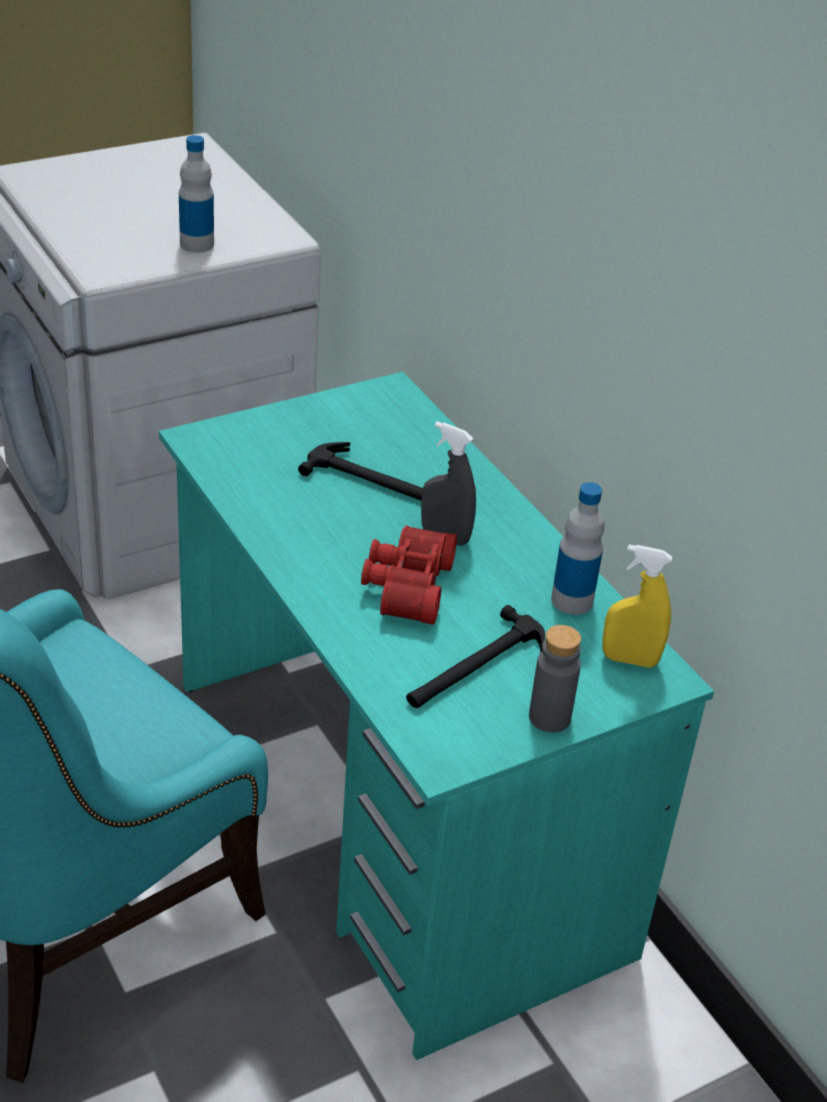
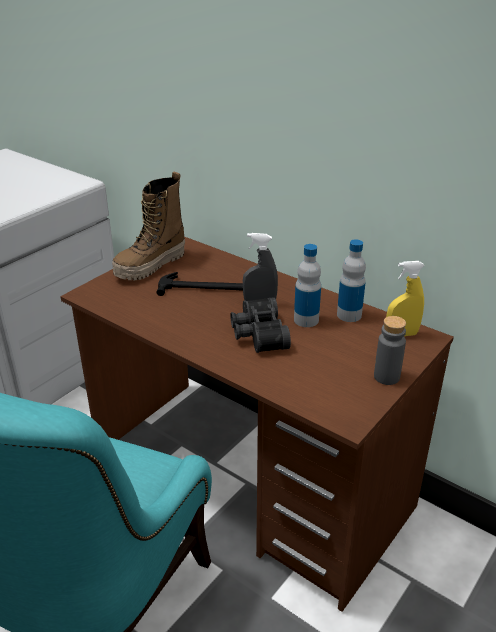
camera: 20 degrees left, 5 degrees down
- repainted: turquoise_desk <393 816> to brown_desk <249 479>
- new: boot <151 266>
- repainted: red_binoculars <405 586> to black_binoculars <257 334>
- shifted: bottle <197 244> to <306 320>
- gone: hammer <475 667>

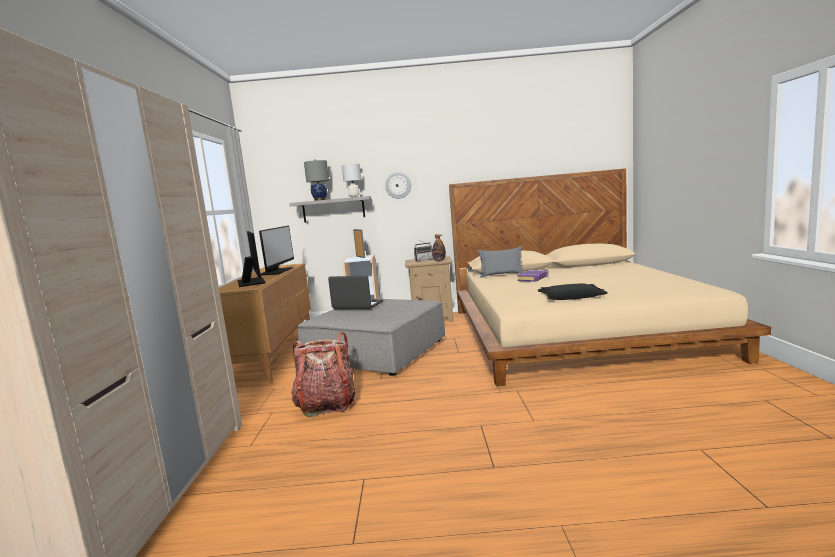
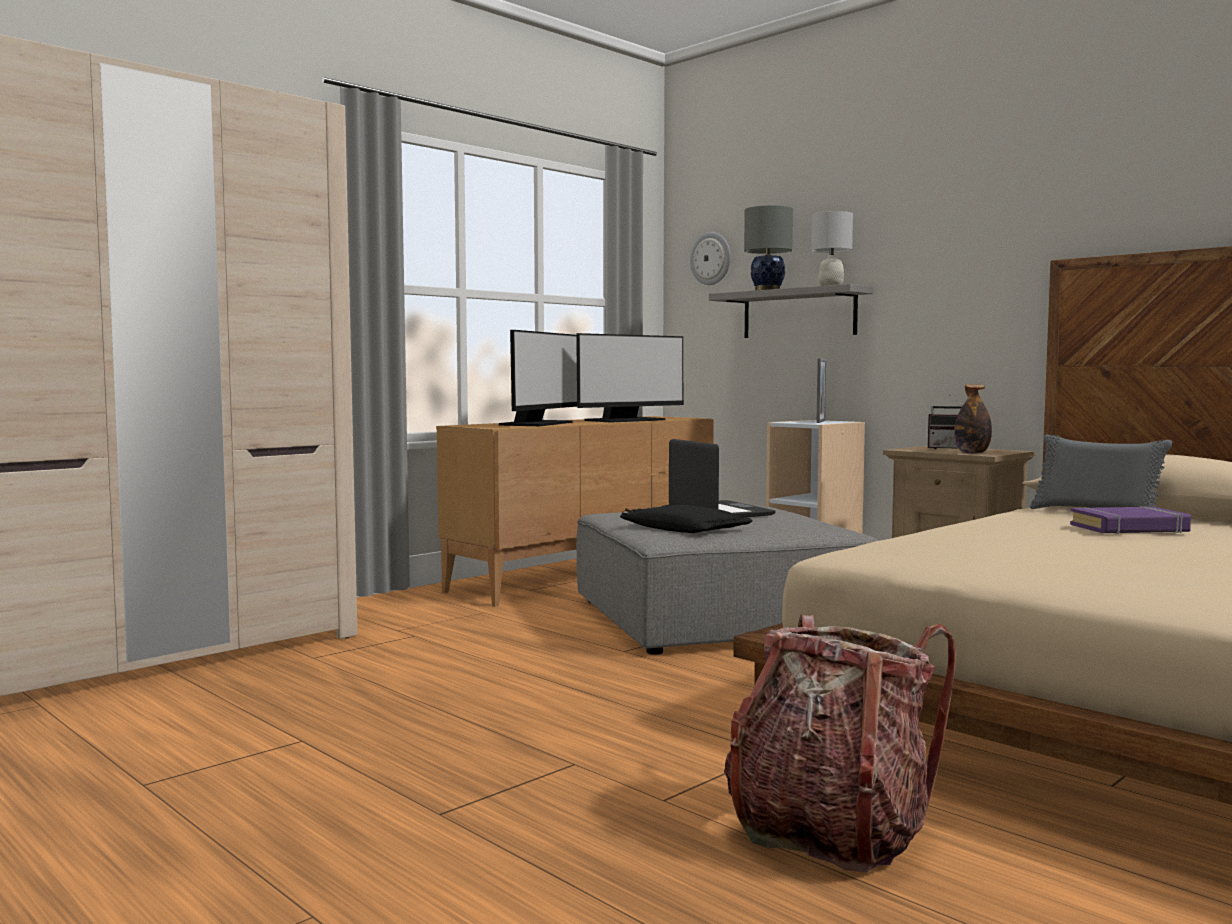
camera: 45 degrees right, 5 degrees down
- shifted: black_pillow <571 296> to <685 528>
- shifted: wall_clock <398 185> to <711 258>
- shifted: backpack <326 404> to <830 831>

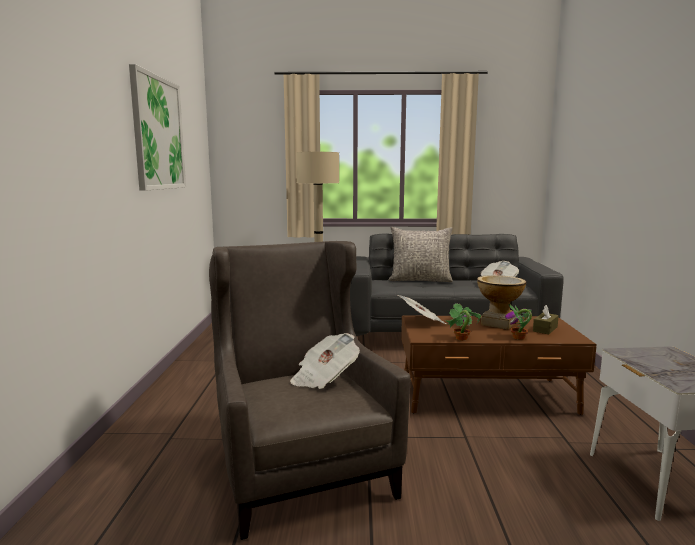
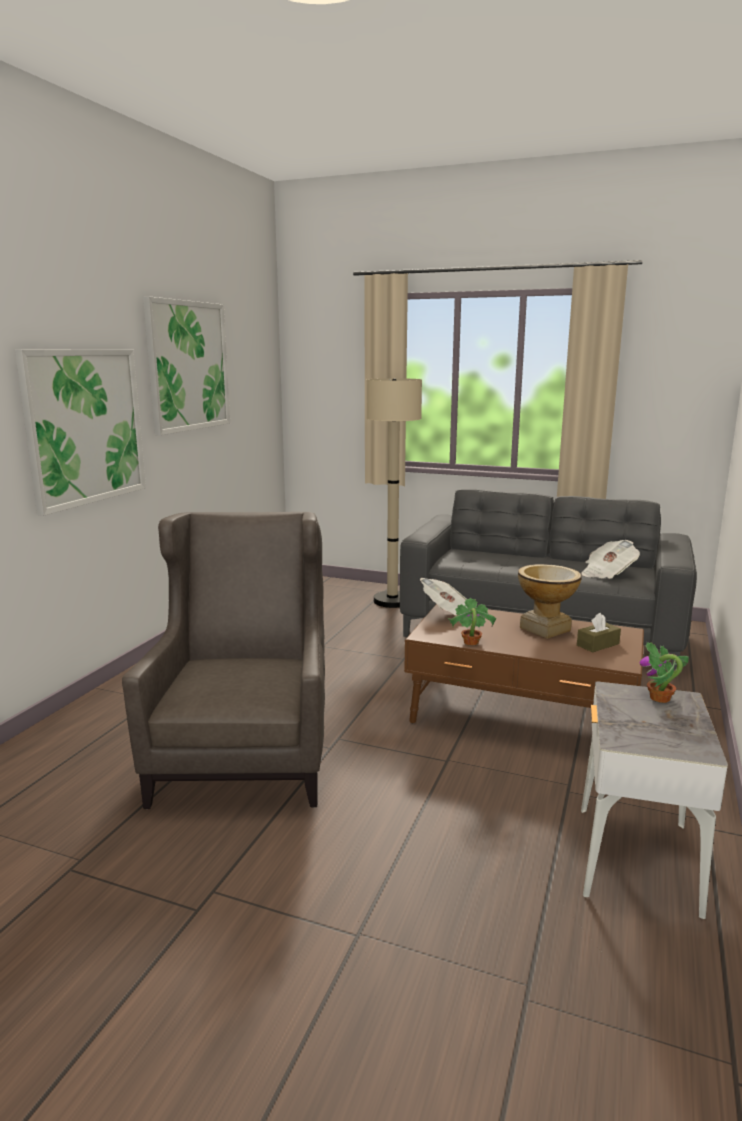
camera: 20 degrees right, 5 degrees up
- new: picture <85 427>
- shifted: potted_plant <518 338> to <660 698>
- gone: newspaper <324 378>
- gone: grey_pillow <420 280>

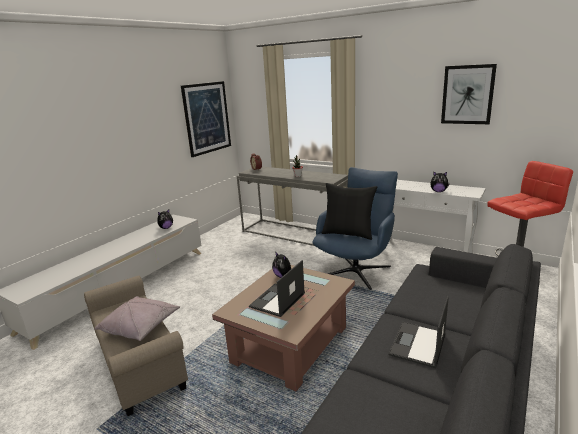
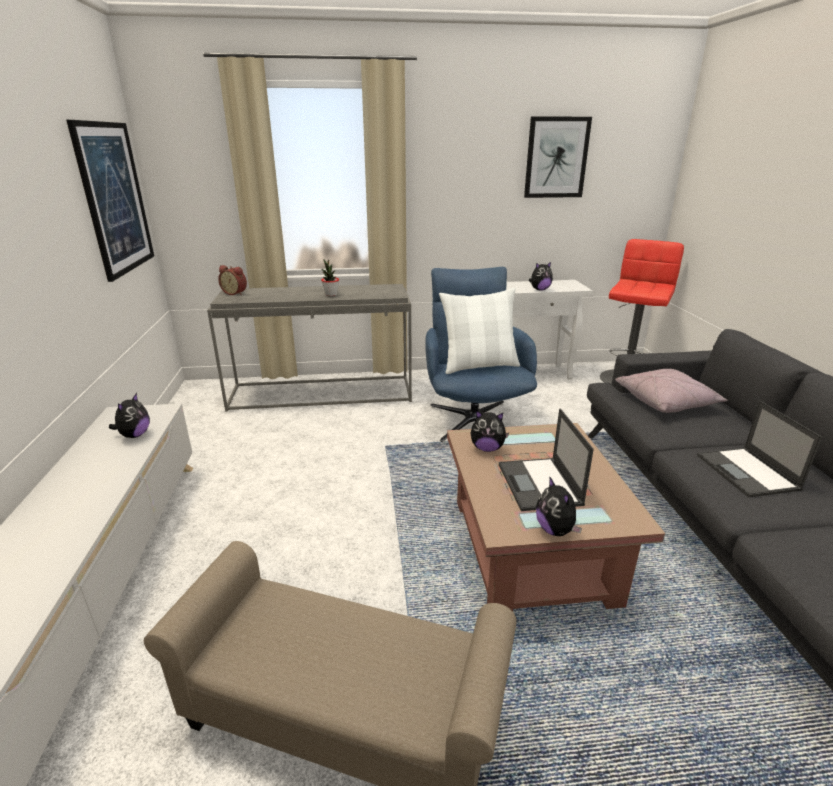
camera: 40 degrees left, 5 degrees up
- repainted: black_pillow <348 233> to white_pillow <479 365>
- new: plush_toy <555 530>
- shifted: purple_pillow <141 326> to <666 402>

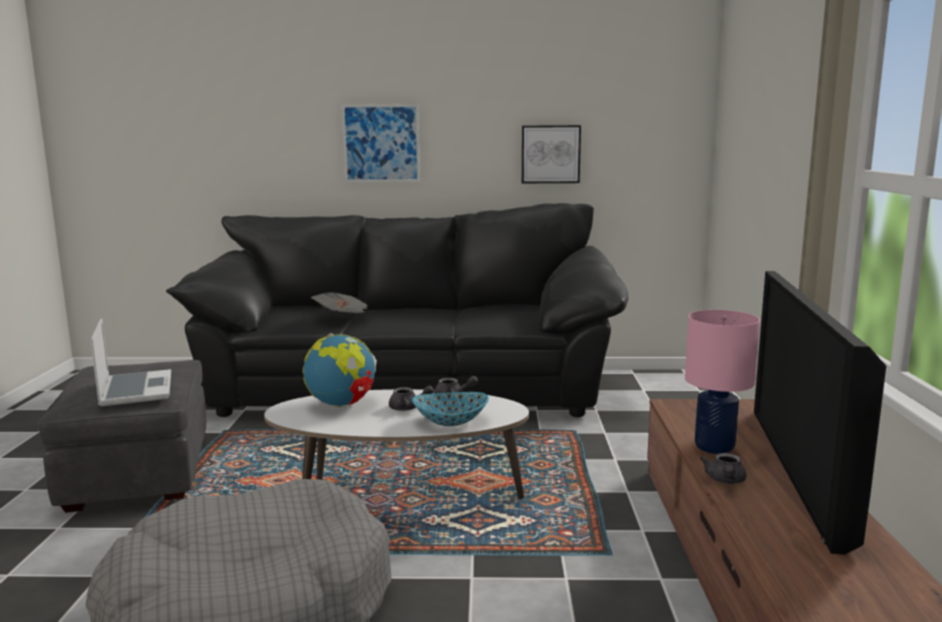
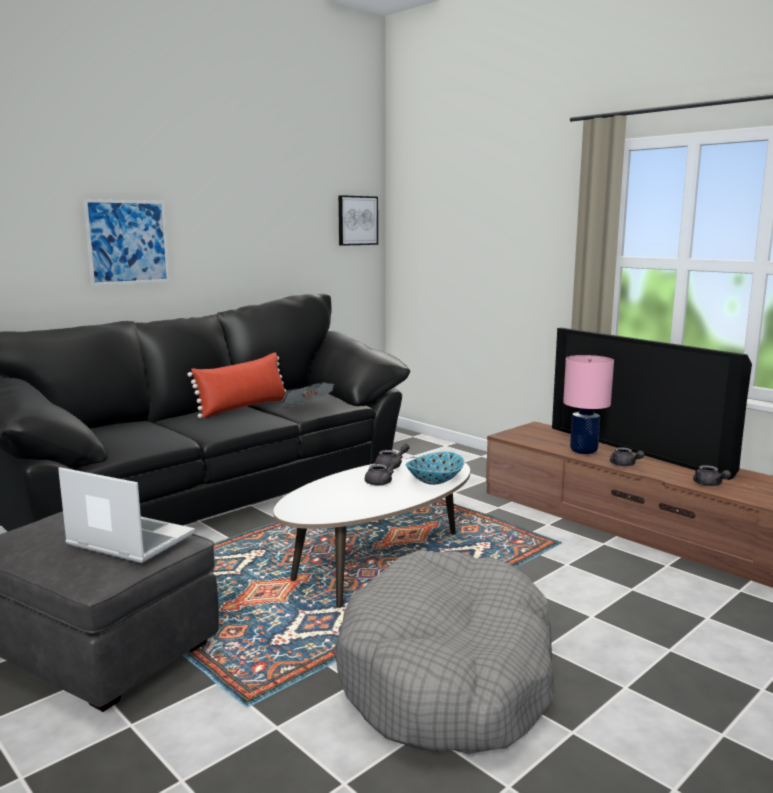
camera: 45 degrees left, 0 degrees up
- new: red_pillow <243 407>
- shifted: newspaper <343 319> to <307 408>
- shifted: picture <550 154> to <357 220>
- new: grey_teapot <709 484>
- gone: globe <342 405>

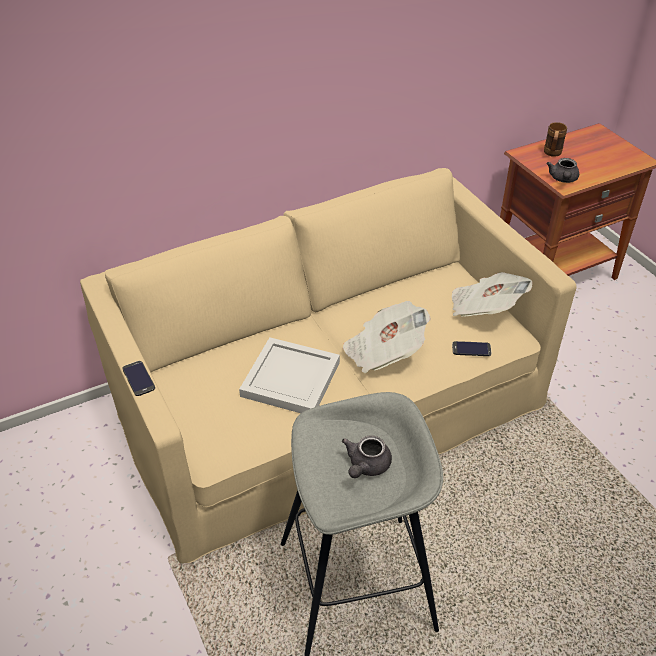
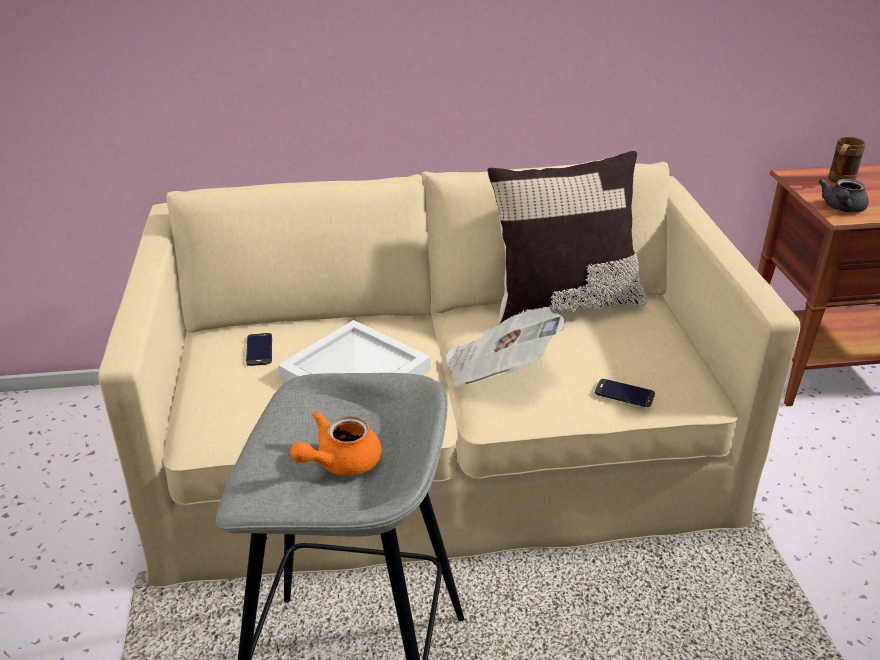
camera: 20 degrees right, 10 degrees down
- shifted: phone <138 378> to <259 350>
- repainted: grey_teapot <366 466> to orange_teapot <339 462>
- new: pillow <564 305>
- gone: newspaper <485 308>

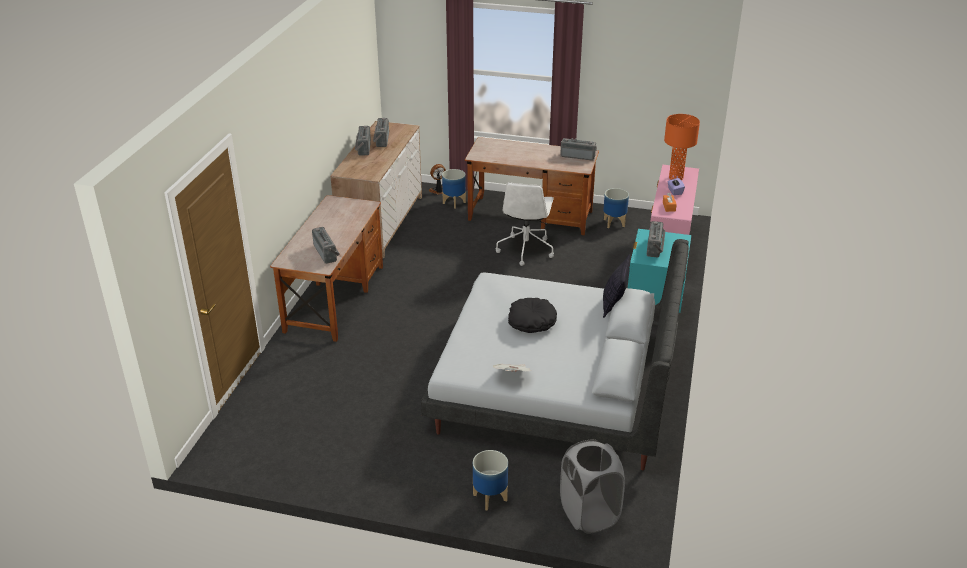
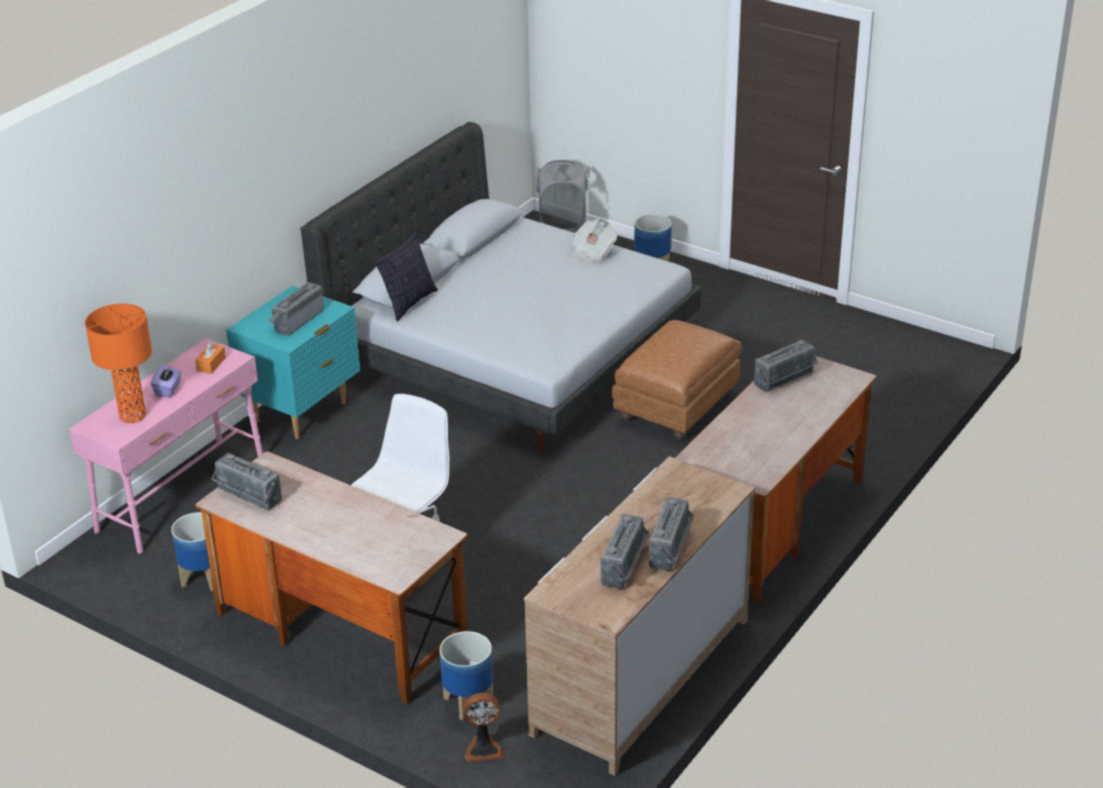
camera: 160 degrees left, 0 degrees up
- new: brown_ottoman <676 407>
- rotated: radio <327 253> = <785 380> 120 degrees counterclockwise
- gone: black_pillow <532 322>

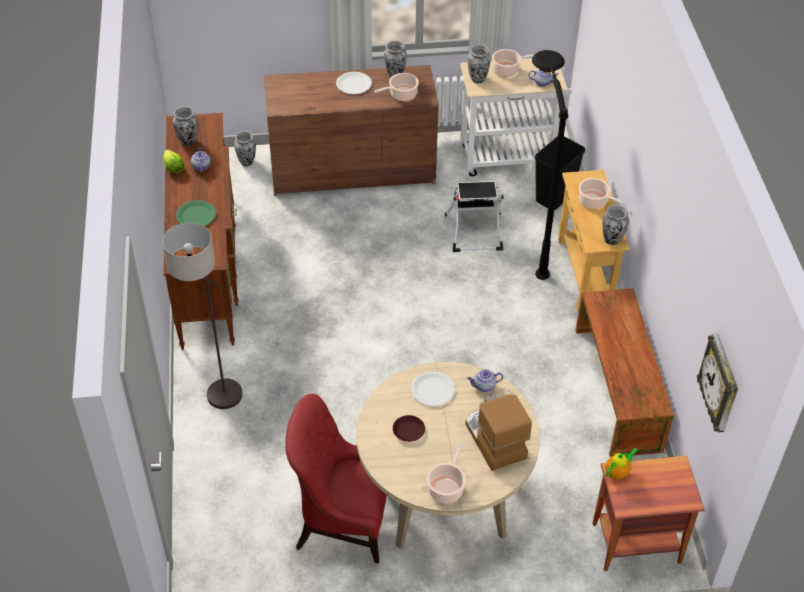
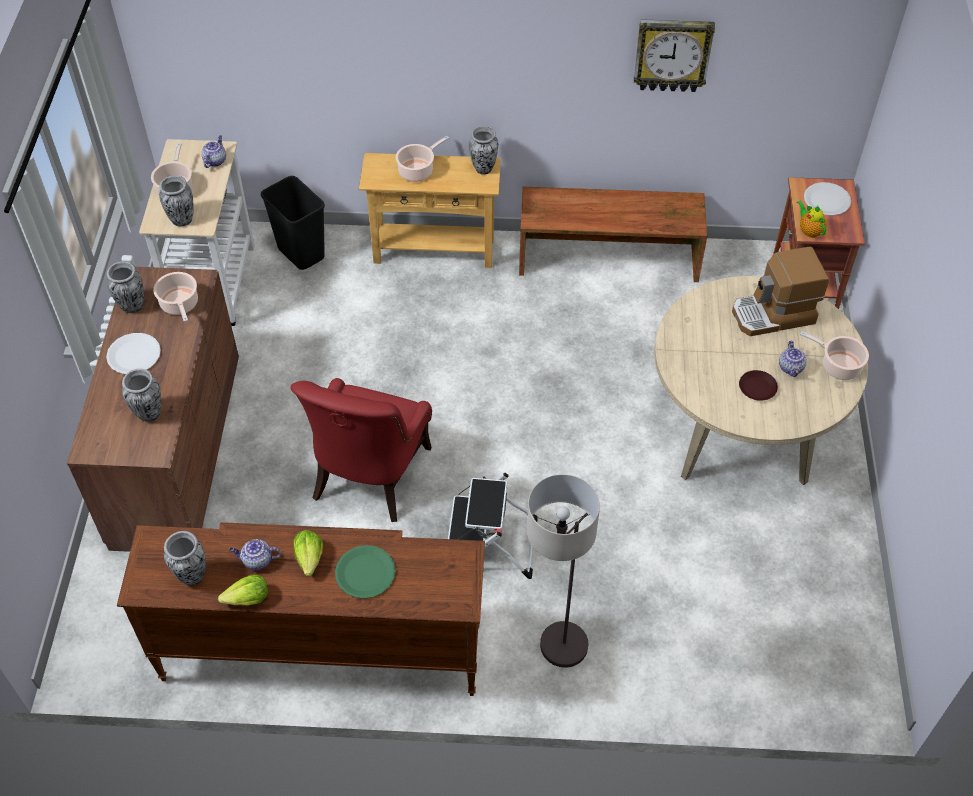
camera: 80 degrees left, 5 degrees up
- shifted: vase <247 162> to <149 413>
- shifted: red_chair <342 521> to <370 474>
- new: lettuce <310 558>
- shifted: step_ladder <475 230> to <492 543>
- shifted: wall_clock <720 385> to <672 54>
- shifted: teapot <484 386> to <791 368>
- shifted: white_plate <433 390> to <826 200>
- gone: black_floor_lamp <532 242>

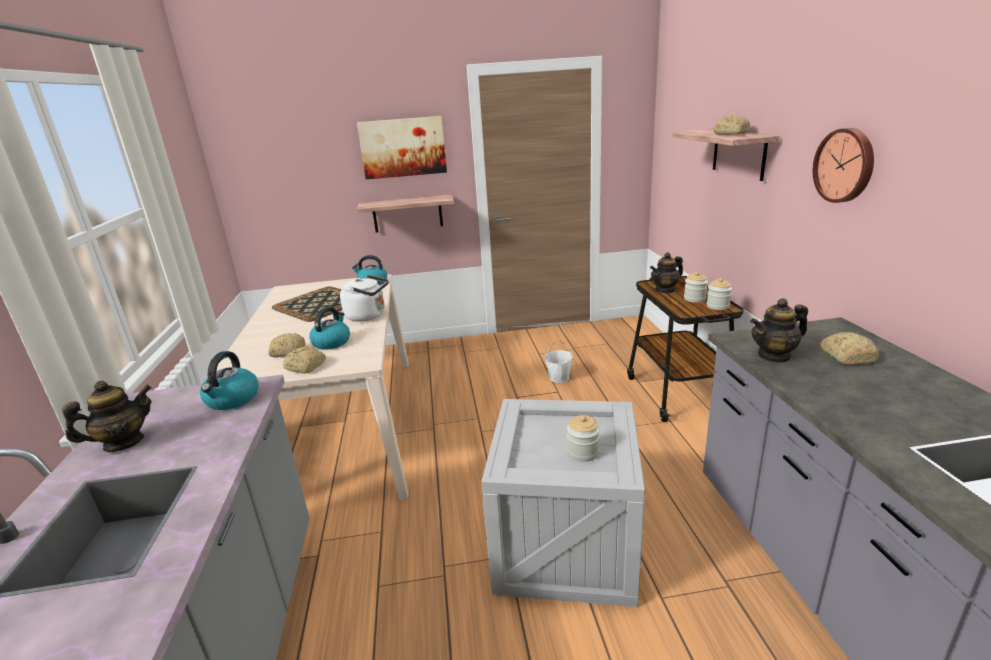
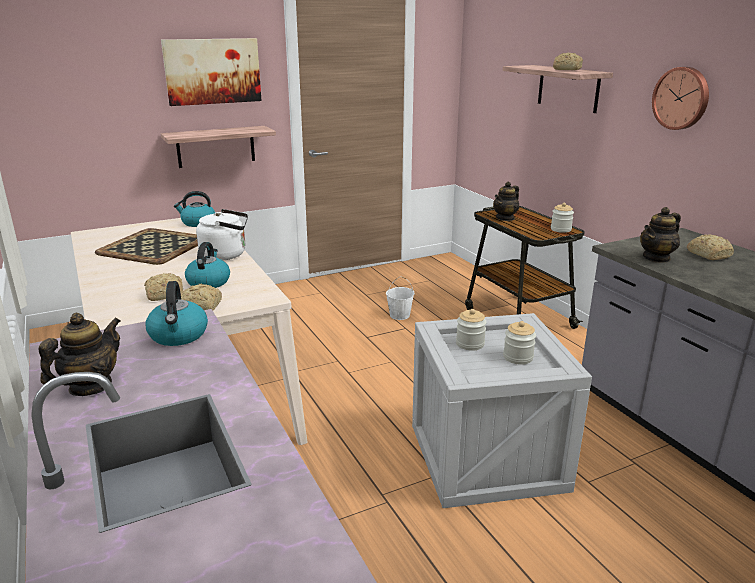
camera: 20 degrees left, 0 degrees up
- shifted: jar <694 299> to <470 344>

